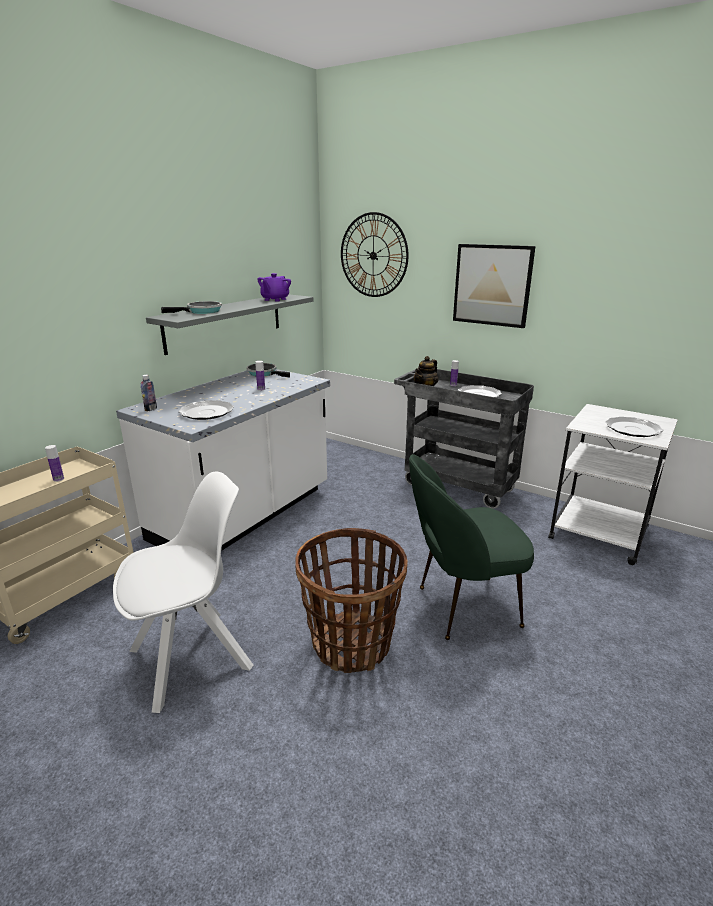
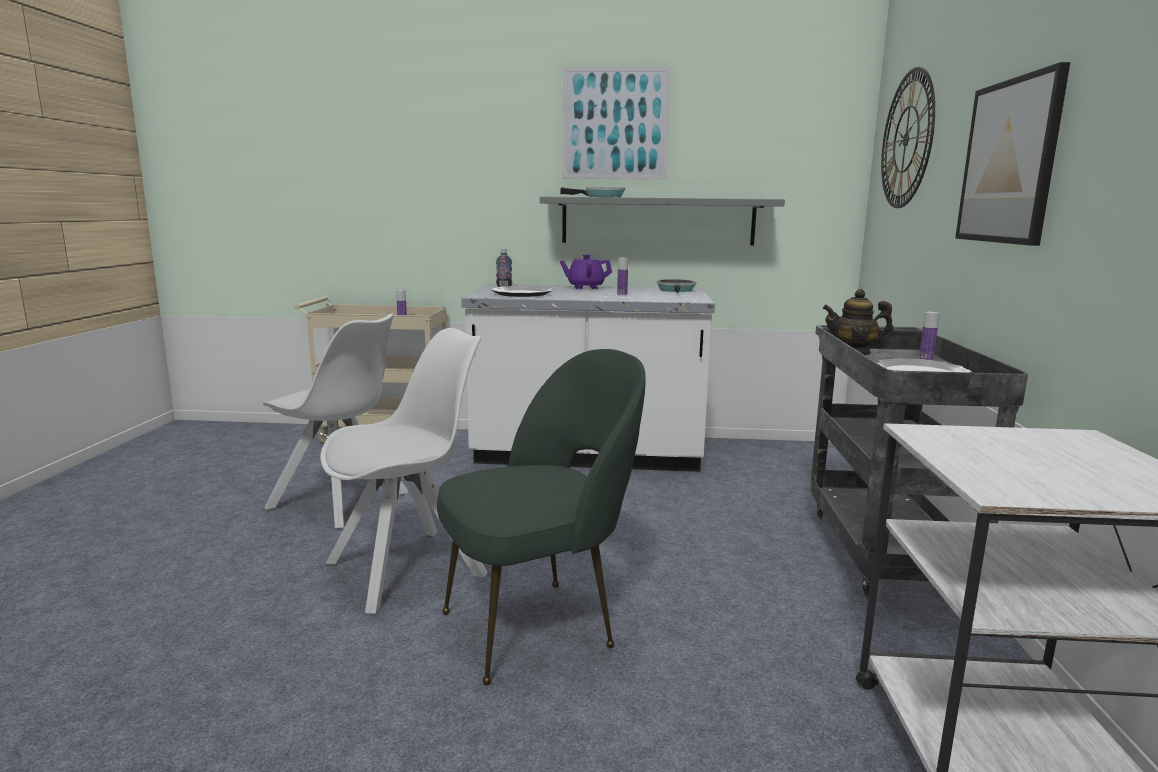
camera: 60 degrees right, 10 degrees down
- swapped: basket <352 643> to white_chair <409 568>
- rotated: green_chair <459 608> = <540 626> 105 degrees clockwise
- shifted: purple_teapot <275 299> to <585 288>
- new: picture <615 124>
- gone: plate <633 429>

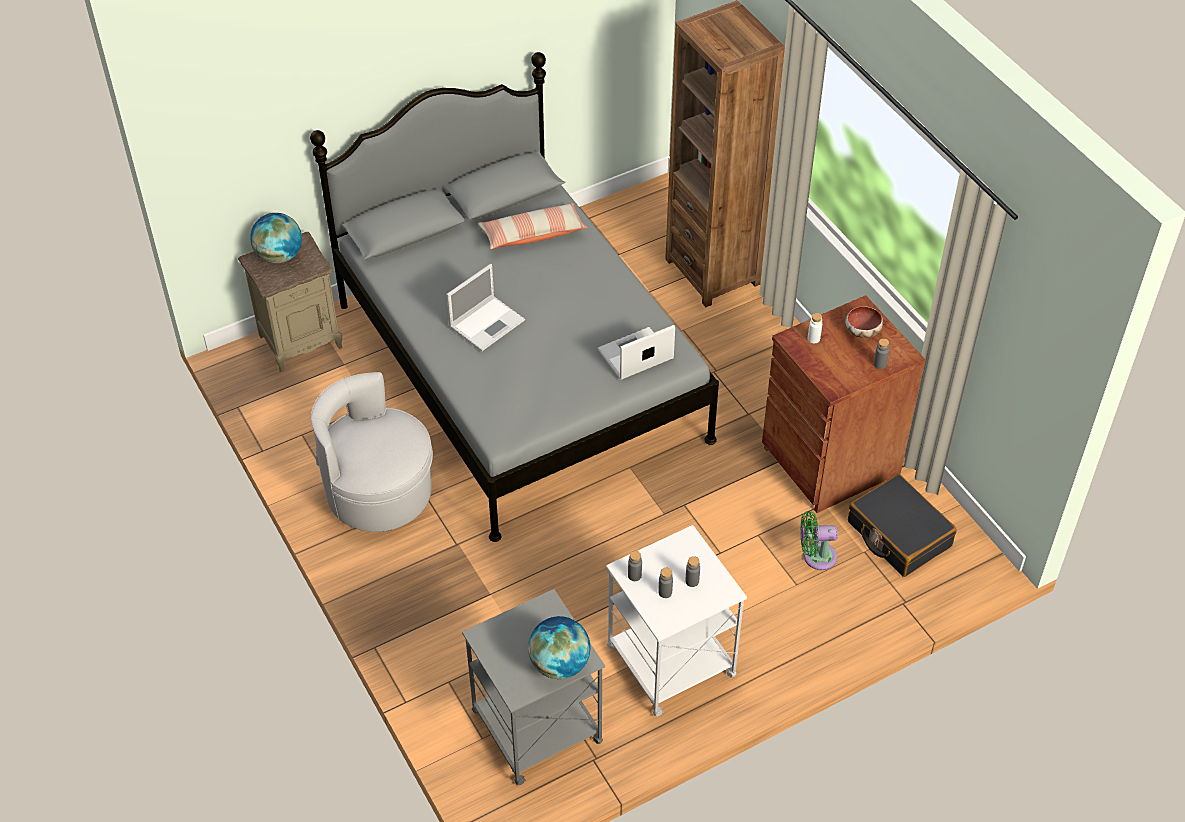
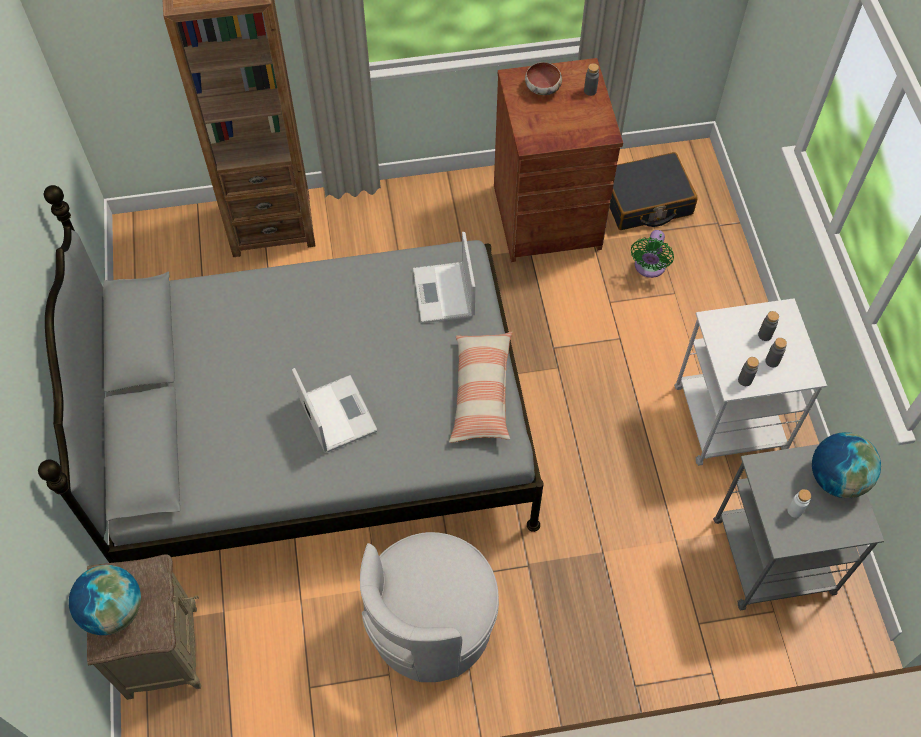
camera: 70 degrees left, 10 degrees up
- shifted: pillow <532 234> to <481 393>
- shifted: white_bottle <813 338> to <794 510>

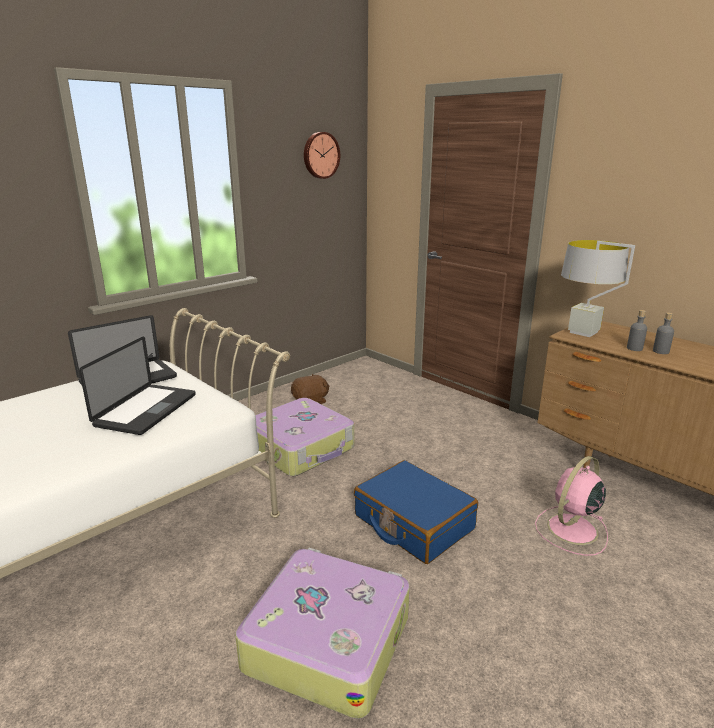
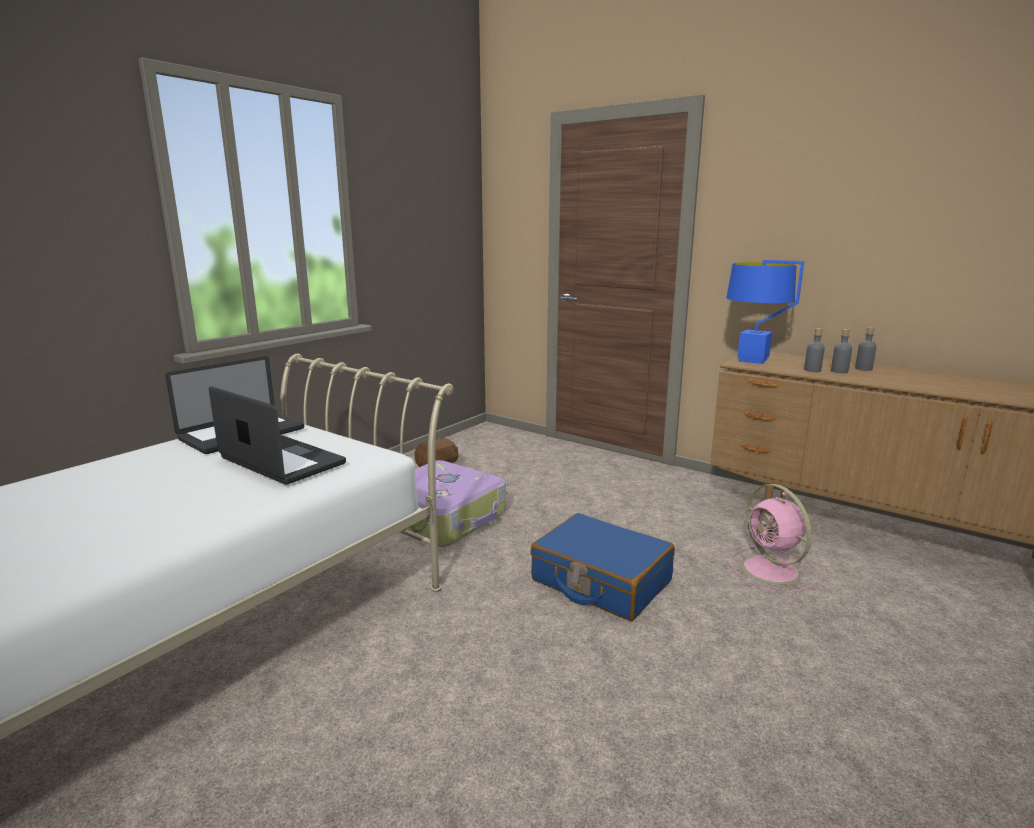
camera: 10 degrees left, 5 degrees down
- rotated: laptop <146 410> = <282 461> 60 degrees counterclockwise
- repainted: grey_table_lamp <584 332> to blue_table_lamp <753 360>
- rotated: pink_fan <571 530> = <772 571> 60 degrees counterclockwise
- new: grey_bottle <863 369>
- gone: suitcase <327 640>
- gone: wall_clock <320 155>

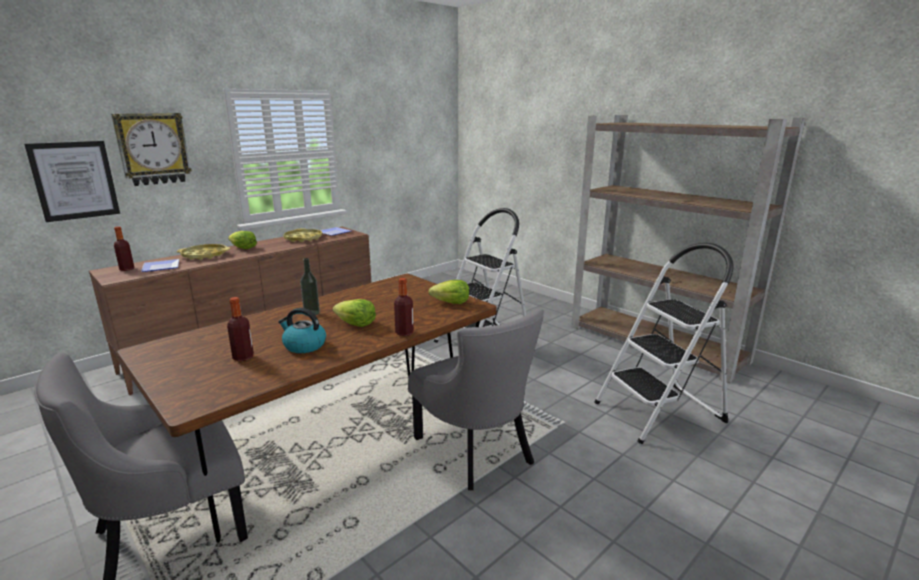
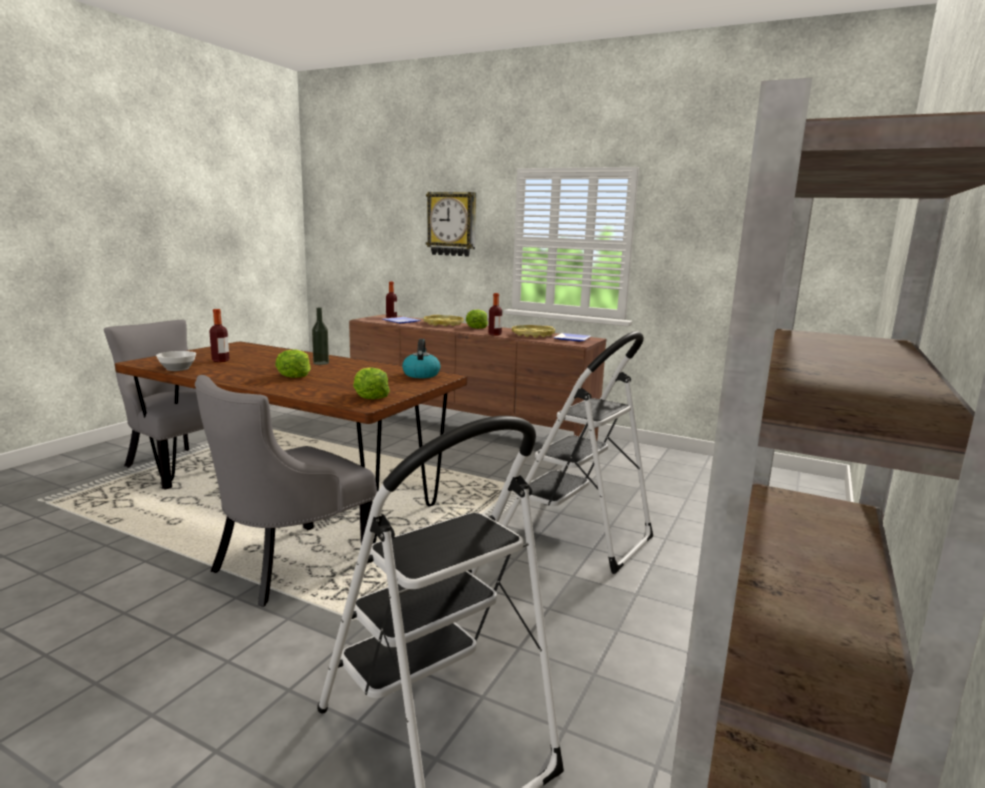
camera: 70 degrees right, 5 degrees down
- new: bowl <177 369>
- shifted: kettle <304 346> to <421 374>
- shifted: bottle <404 333> to <494 334>
- gone: picture <74 180>

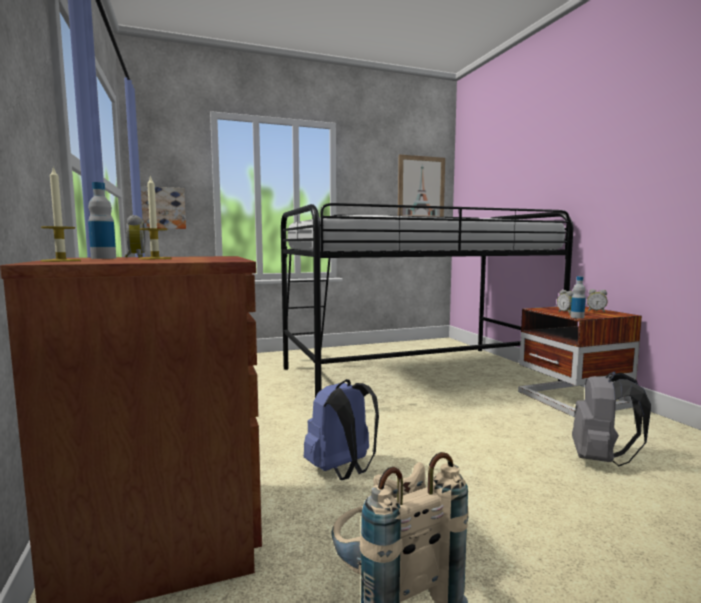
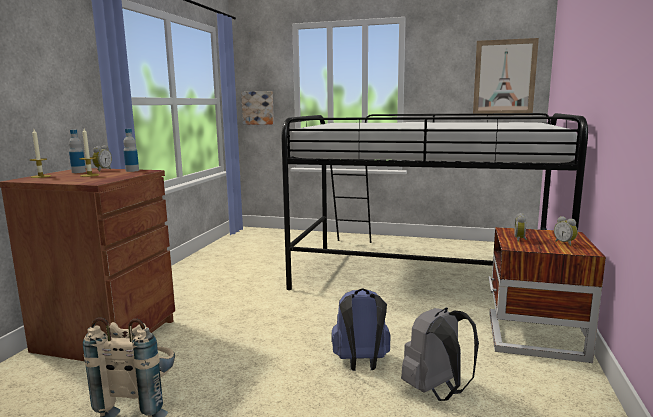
camera: 35 degrees right, 5 degrees up
- shifted: bottle <577 317> to <132 170>
- shifted: blue_backpack <342 471> to <361 364>

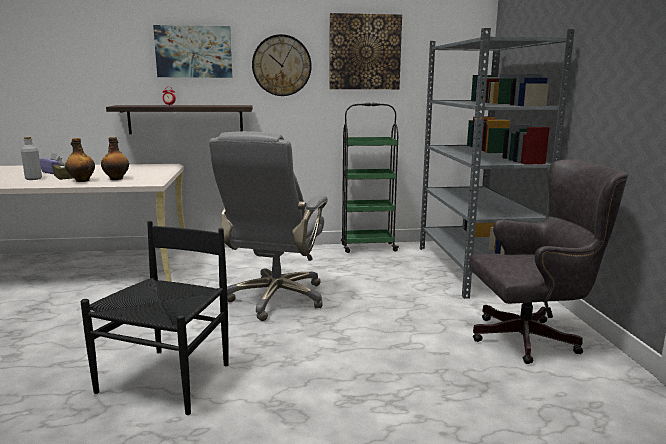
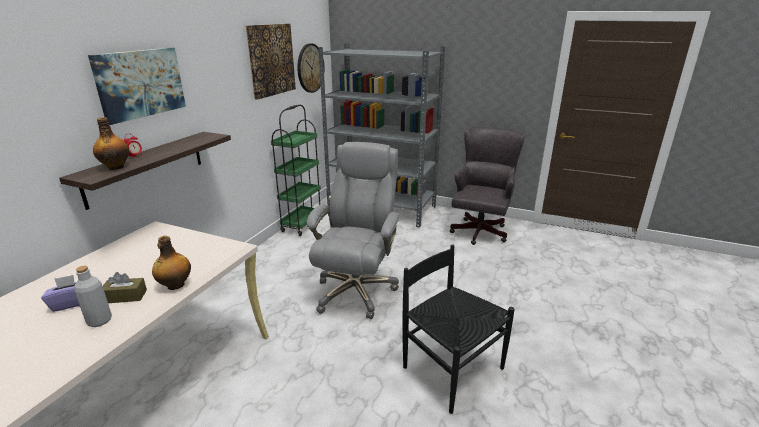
camera: 60 degrees left, 10 degrees up
- shifted: bottle <117 179> to <116 167>
- shifted: wall_clock <281 65> to <310 68>
- rotated: grey_office_chair <275 300> = <357 291> 120 degrees counterclockwise

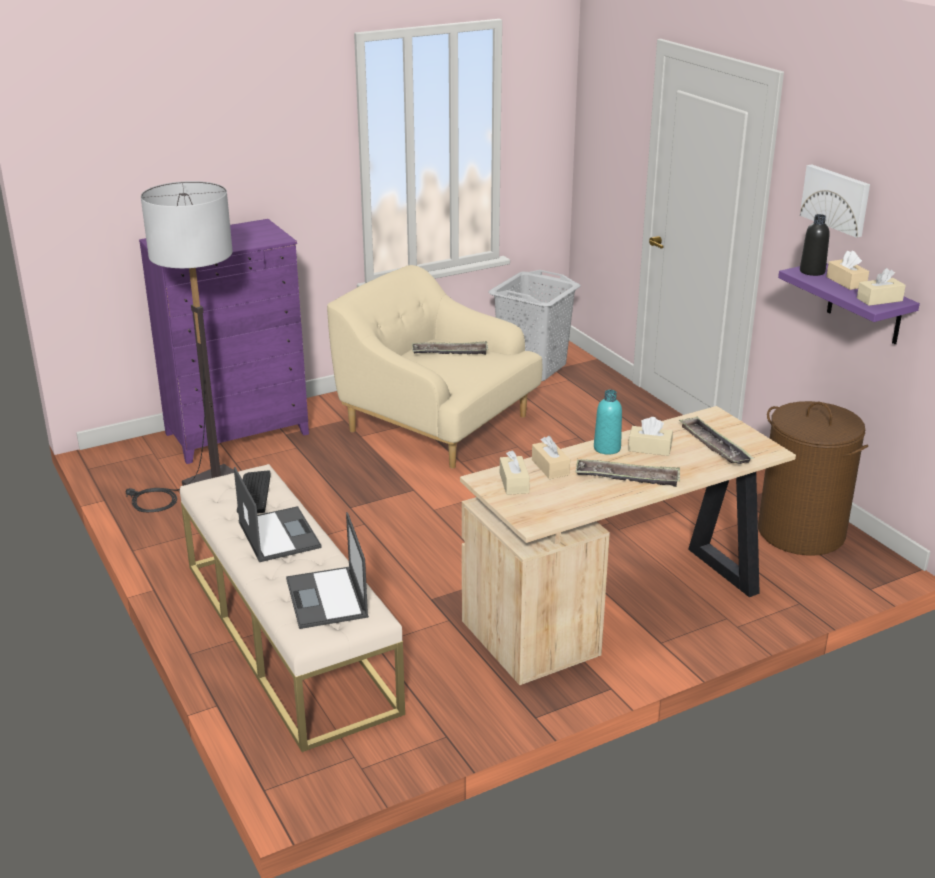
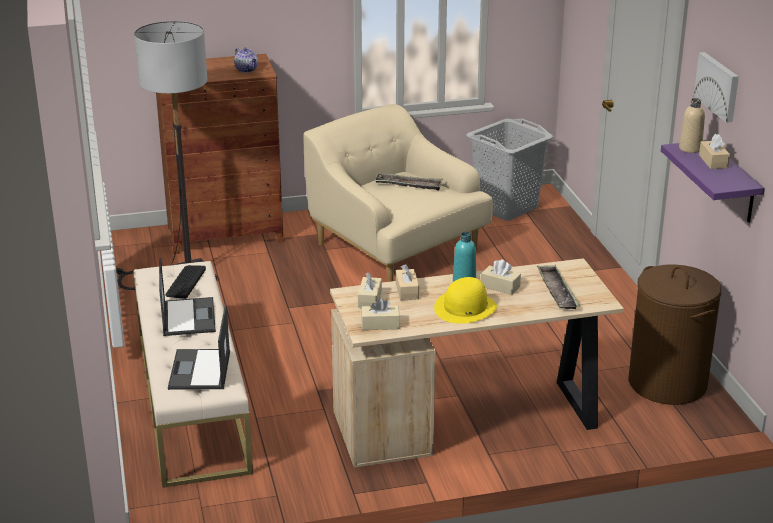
camera: 15 degrees right, 0 degrees up
- repainted: purple_dresser <239 435> to brown_dresser <226 235>
- new: teapot <247 70>
- shifted: beige_tissue_box <879 299> to <380 324>
- swapped: tray <627 477> to yellow_hat <465 308>
- repainted: black_bottle <812 271> to beige_bottle <690 149>

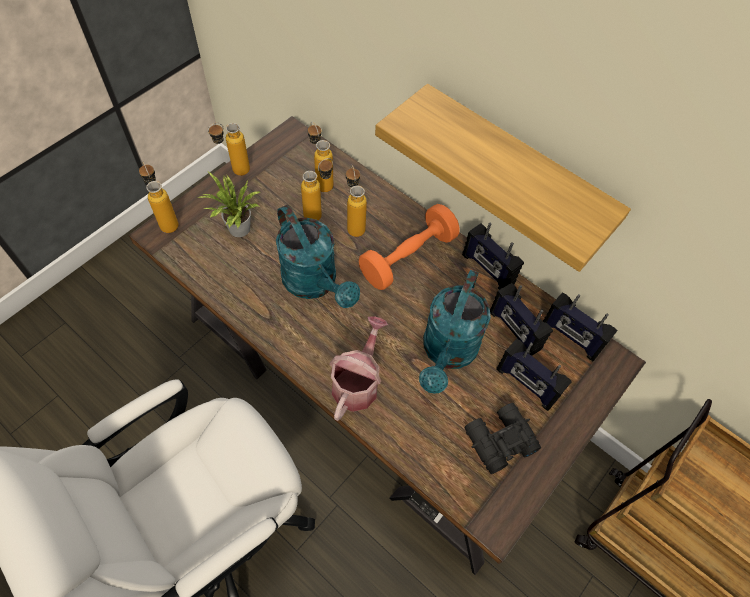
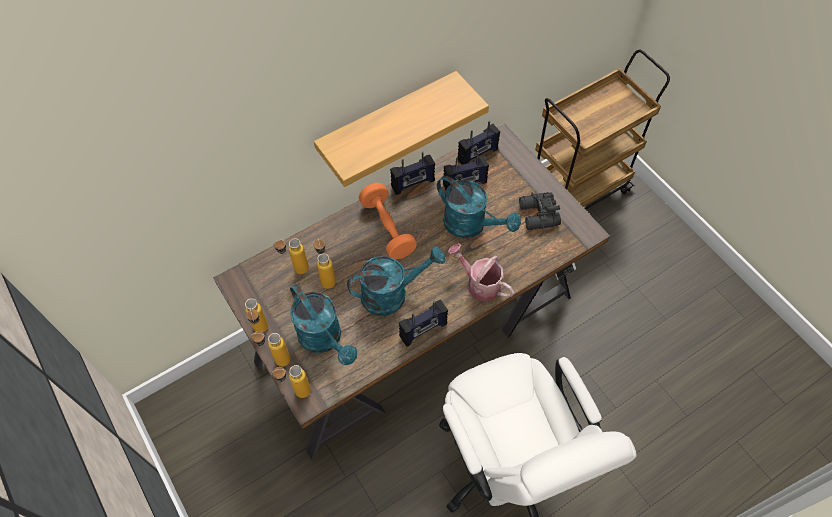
camera: 70 degrees left, 0 degrees up
- shifted: bottle <354 224> to <276 359>
- swapped: potted_plant <237 230> to turquoise_watering_can <325 339>
- shifted: radio <526 384> to <423 330>

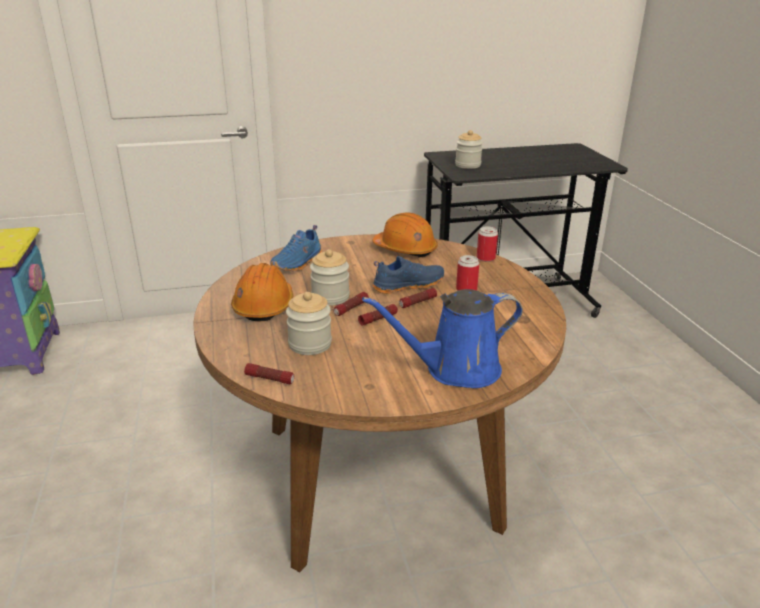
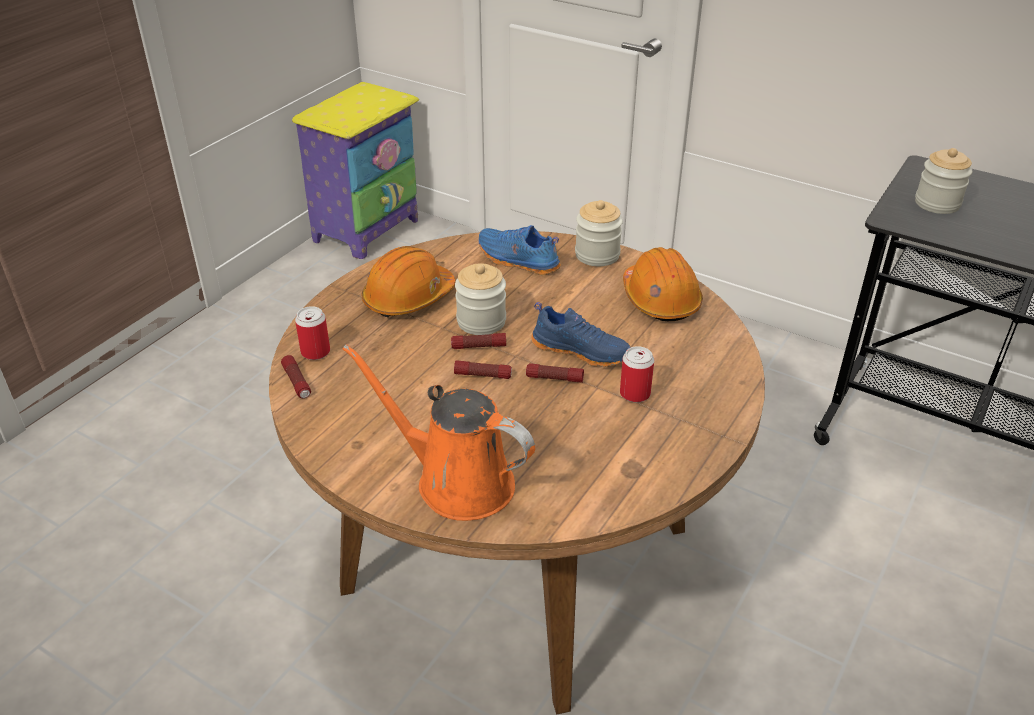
camera: 45 degrees right, 10 degrees up
- shifted: can <486 258> to <315 352>
- repainted: blue_watering_can <455 370> to orange_watering_can <456 481>
- rotated: blue_shoe <298 263> = <517 261> 45 degrees clockwise
- shifted: jar <310 344> to <597 255>

